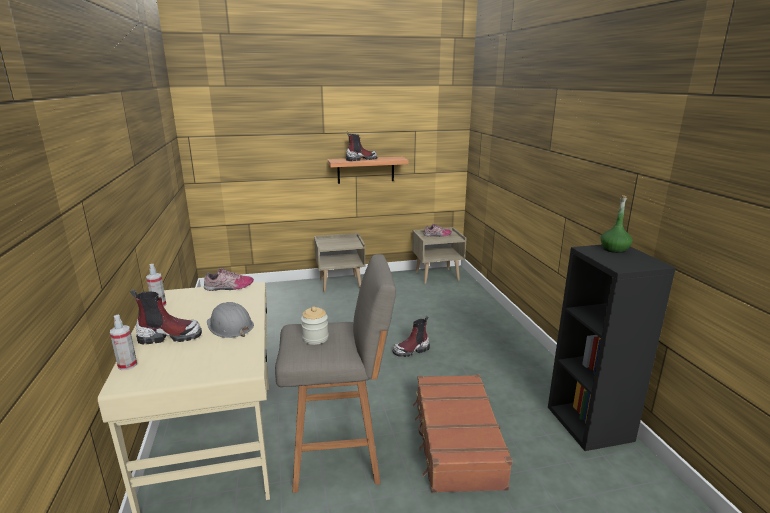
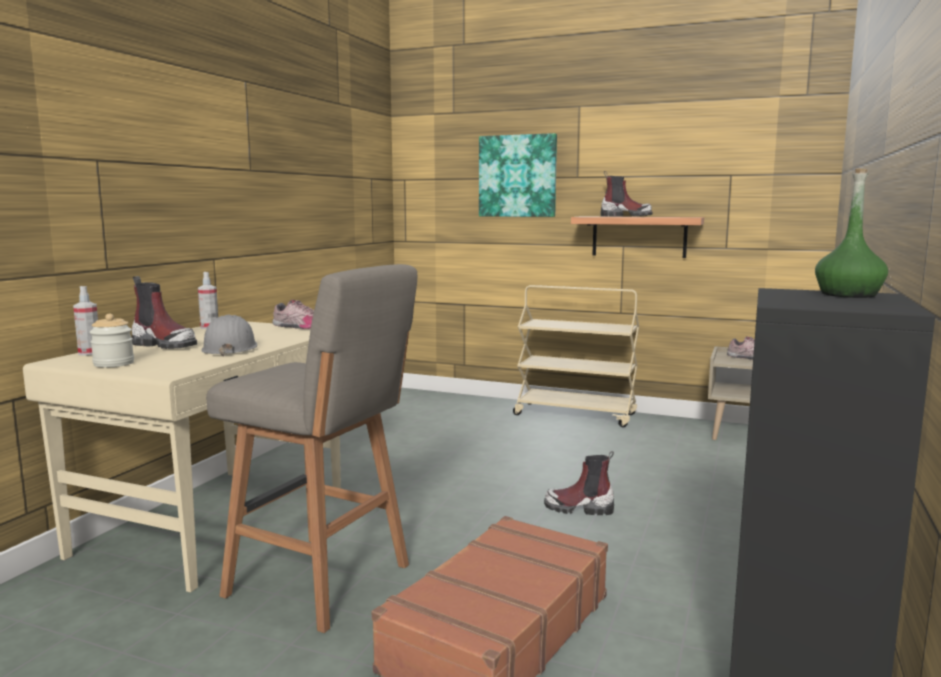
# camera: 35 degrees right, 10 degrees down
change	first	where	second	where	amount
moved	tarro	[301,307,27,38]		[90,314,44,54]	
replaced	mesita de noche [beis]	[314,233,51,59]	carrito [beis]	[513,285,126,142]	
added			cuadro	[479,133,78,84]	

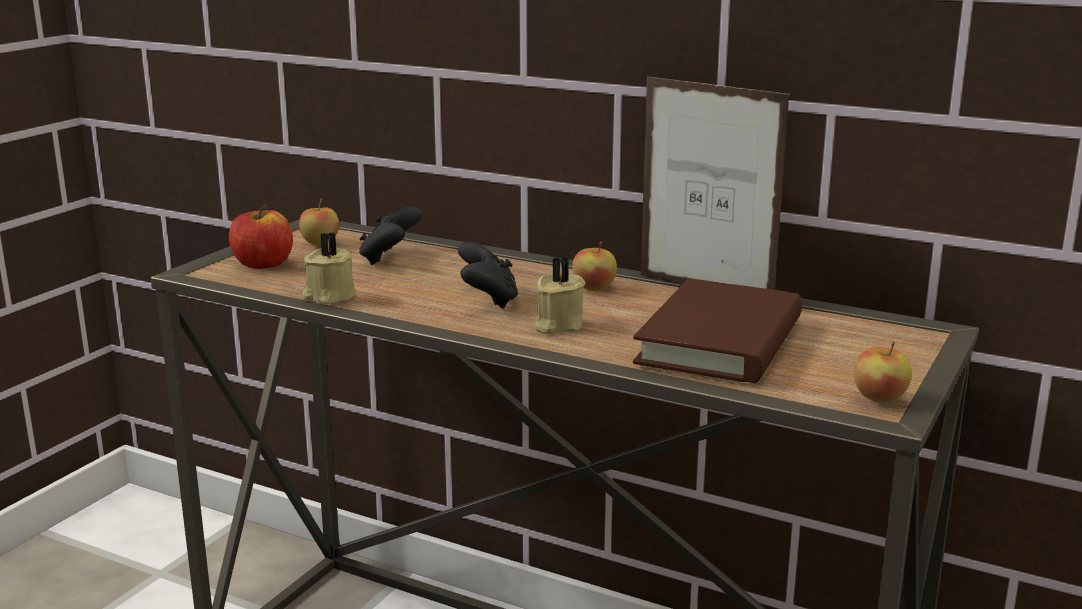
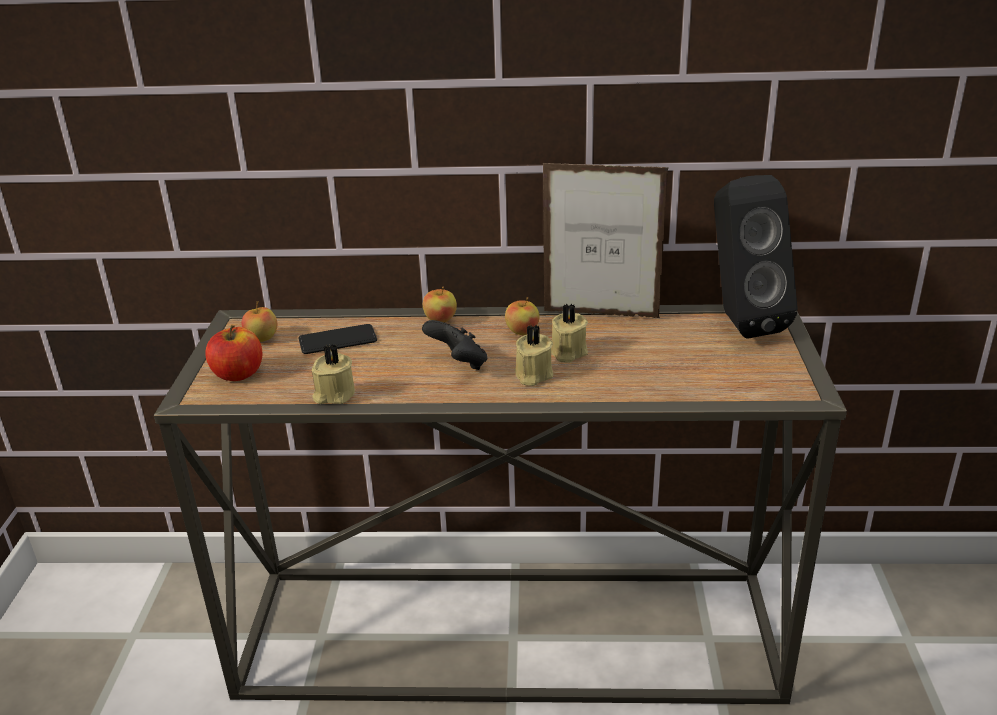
# camera: 25 degrees left, 10 degrees up
change	first	where	second	where	amount
replaced	mando de consola [negro]	[359,206,63,59]	móvil	[299,324,78,30]	
removed	libro [marrón]	[633,278,169,105]			
moved	manzana	[853,342,59,61]		[423,286,34,36]	
added			vela [beis]	[551,304,37,59]	
added			altavoz [negro]	[714,175,84,164]	

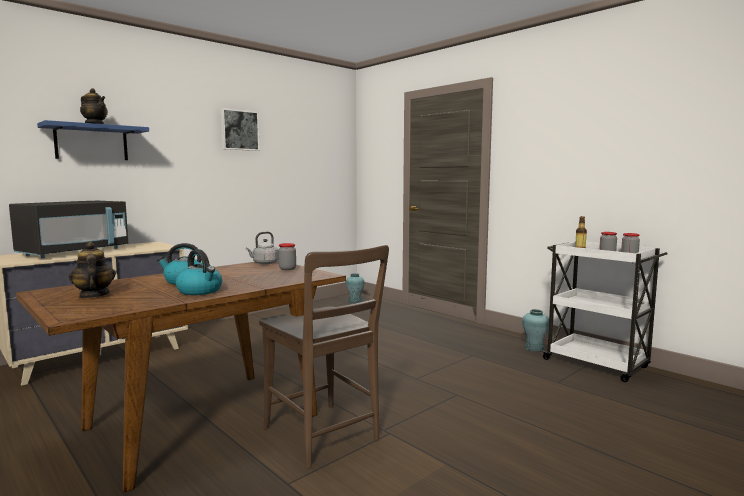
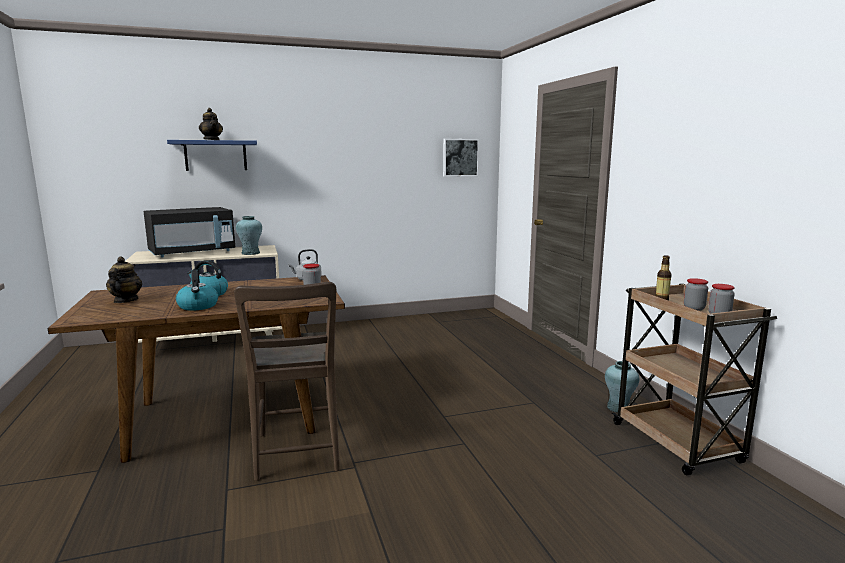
# camera: 25 degrees right, 5 degrees up
change	first	where	second	where	amount
moved	cuadro	[221,108,39,43]		[443,139,36,38]	
moved	florero [turquesa]	[345,273,19,31]		[236,216,26,39]	
recoloured	carrito [blanco]	[541,241,127,141]	carrito [marrón]	[612,283,165,192]	

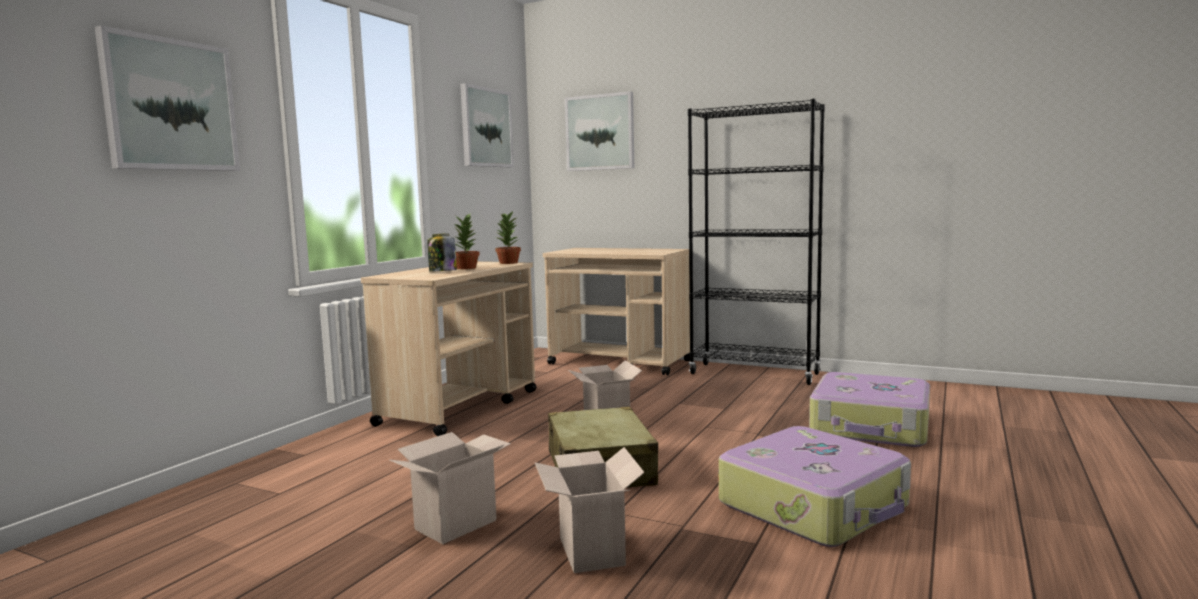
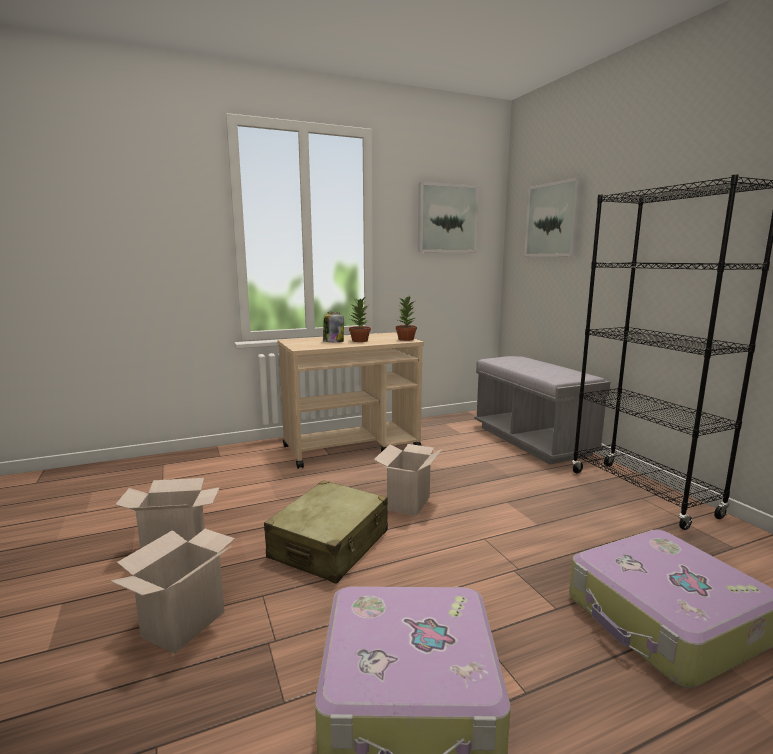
# camera: 40 degrees right, 5 degrees up
change	first	where	second	where	amount
removed	cuadro	[95,25,145,146]			
replaced	carrito [beis]	[543,248,147,127]	banco [gris]	[474,356,136,109]	

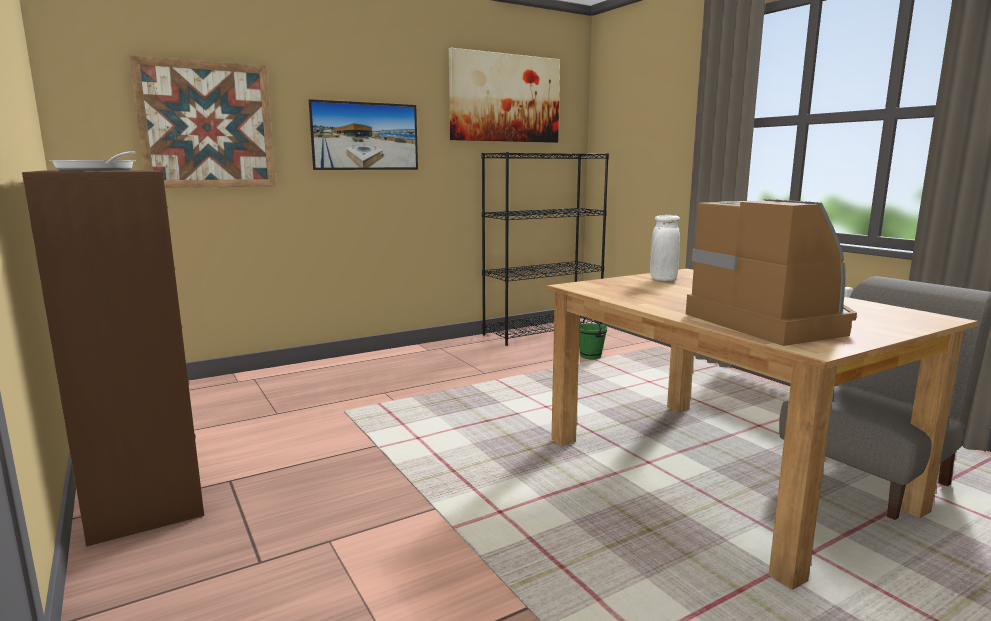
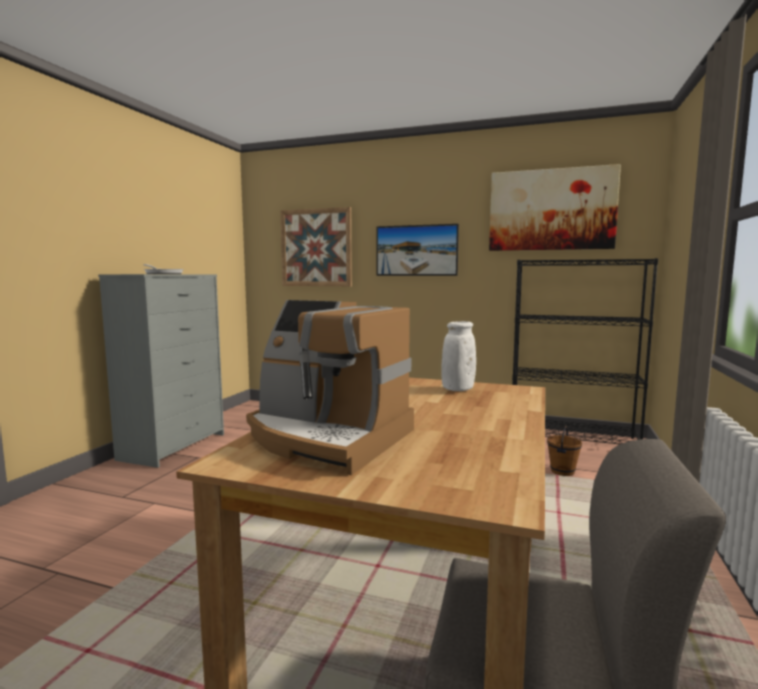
# camera: 50 degrees right, 5 degrees down
change	first	where	second	where	amount
recoloured	cómoda [marrón]	[22,170,182,377]	cómoda [gris]	[98,274,126,194]	
recoloured	cubo [verde]	[579,317,28,42]	cubo [marrón]	[547,426,35,50]	
turned	cafetera	[686,199,171,147]		[246,300,168,176]	90 degrees clockwise

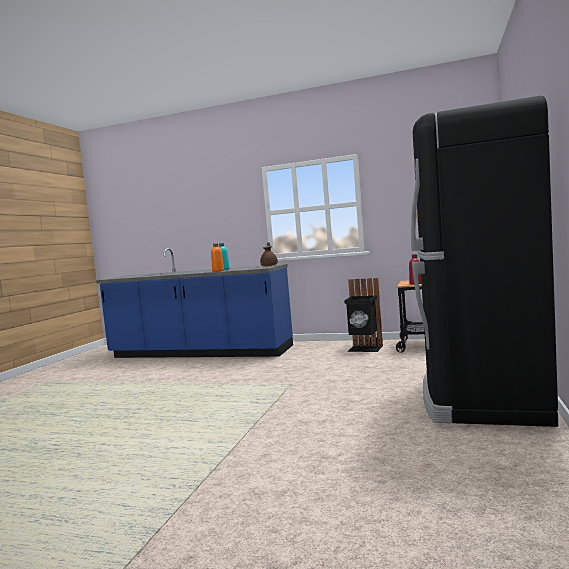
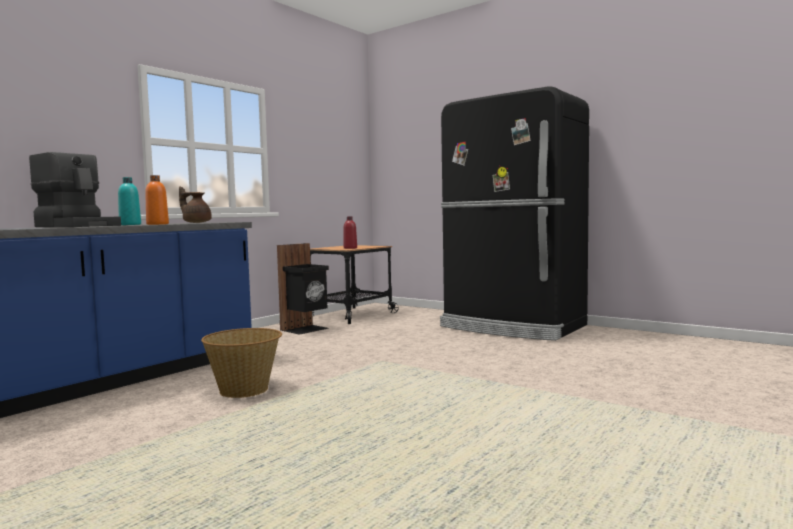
# camera: 70 degrees left, 0 degrees up
change	first	where	second	where	amount
added			cafetera	[29,152,92,75]	
added			cesta	[201,328,81,70]	

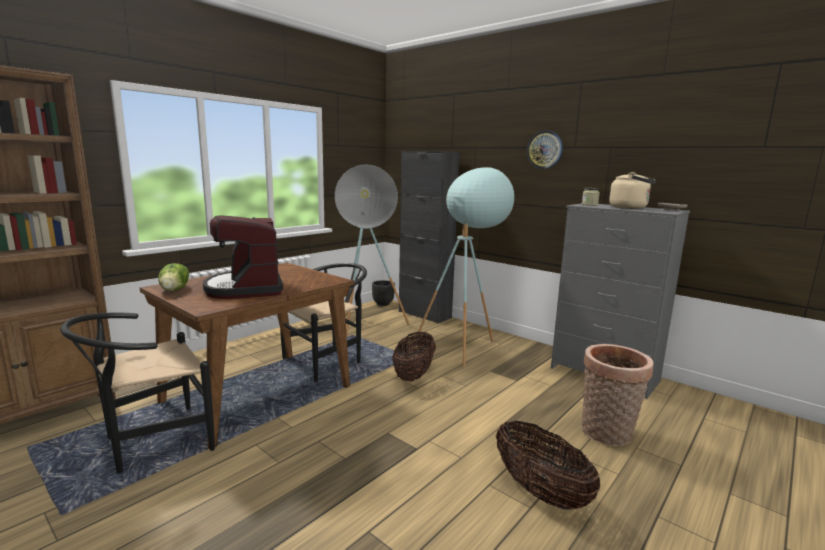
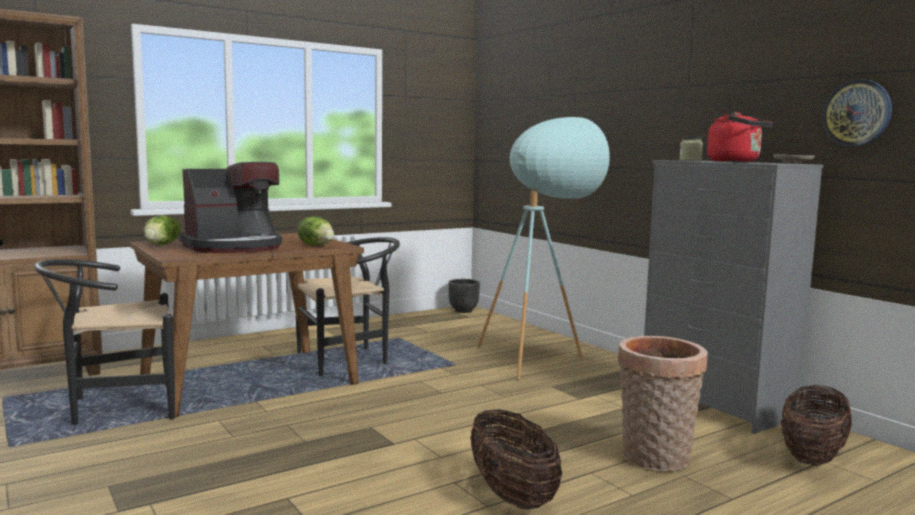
# camera: 15 degrees right, 5 degrees down
change	first	where	second	where	amount
turned	cafetera	[203,215,80,84]		[180,162,102,91]	120 degrees counterclockwise
removed	lámpara de pie [turquesa]	[335,165,75,169]			
moved	cesta	[392,332,44,50]		[781,385,71,81]	
removed	armario [negro]	[399,151,61,173]			
moved	reloj de pared	[527,130,36,39]		[822,79,70,67]	
recoloured	hervidor [beis]	[609,172,47,37]	hervidor [rojo]	[707,112,66,50]	
added			lechuga	[297,217,37,28]	

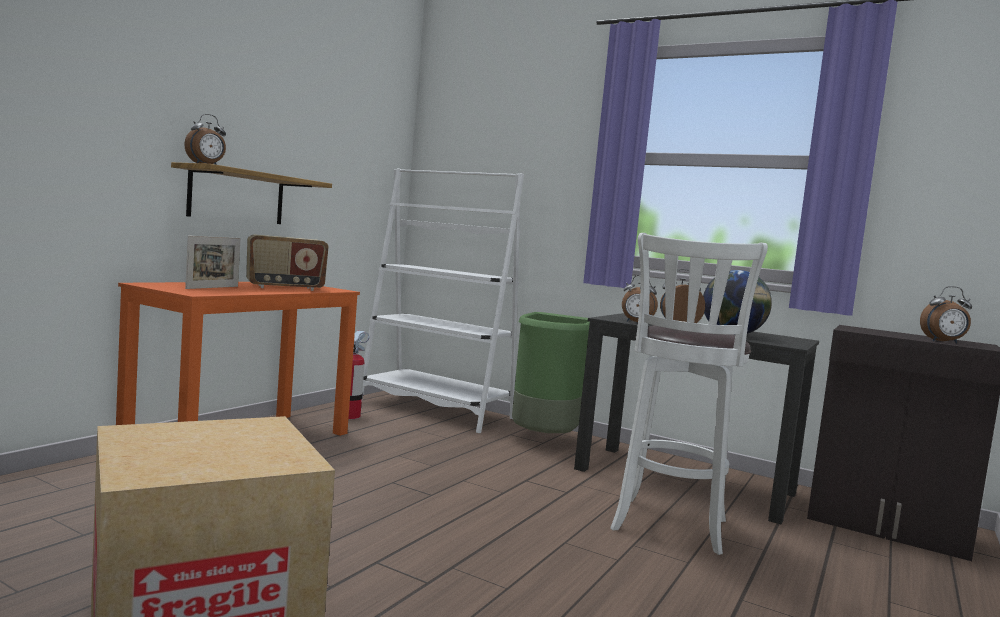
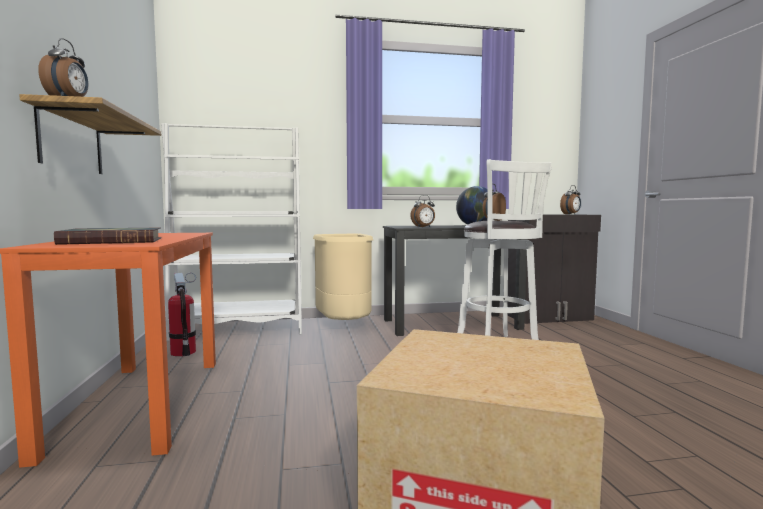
# camera: 40 degrees left, 0 degrees up
change	first	where	second	where	amount
replaced	portarretratos	[185,235,56,54]	libro	[54,227,107,18]	
removed	radio	[246,234,82,57]			
recoloured	papelera [verde]	[512,312,78,121]	papelera [beis]	[313,233,60,87]	

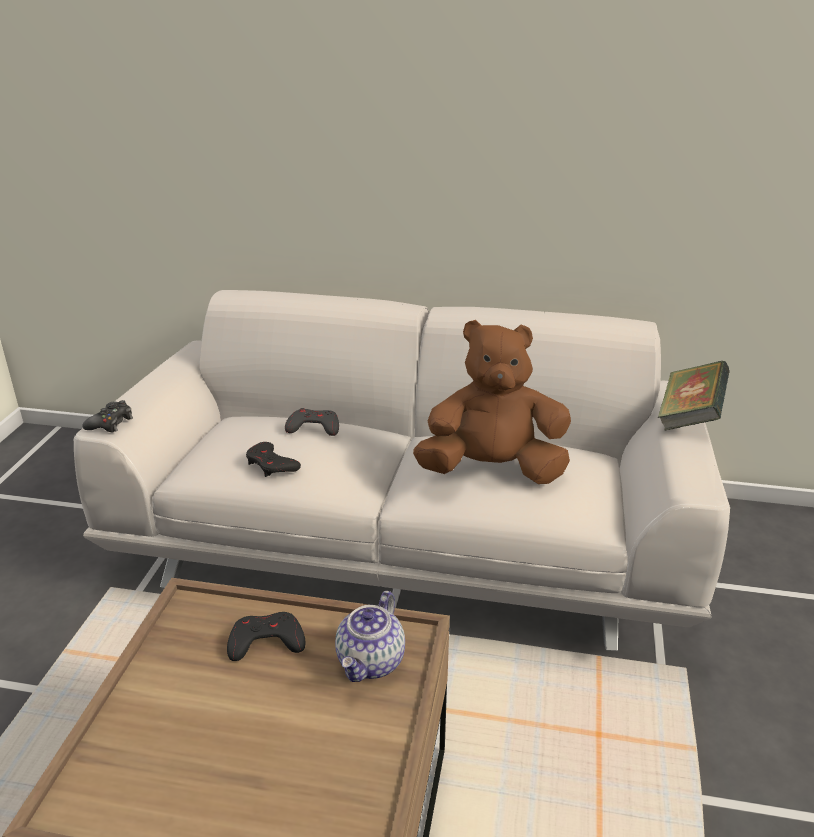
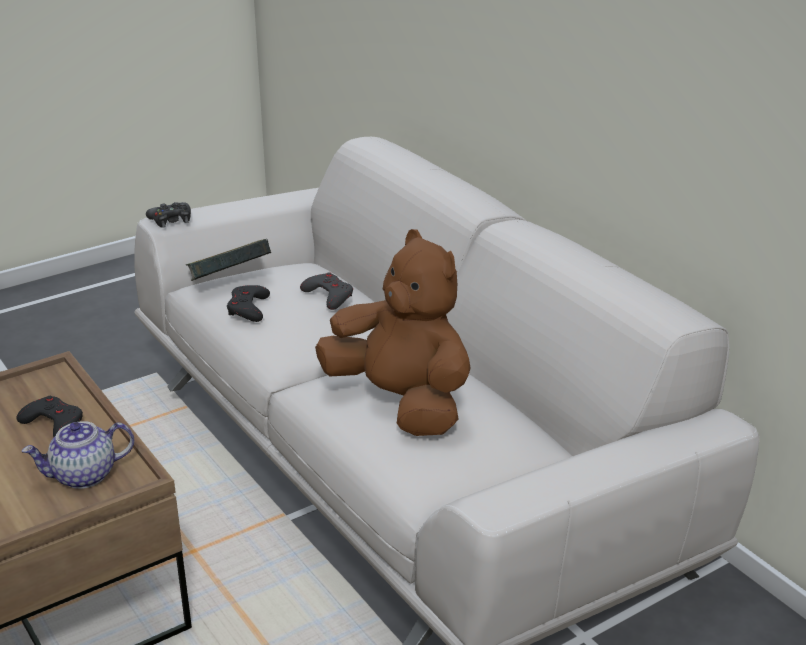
# camera: 45 degrees right, 0 degrees up
change	first	where	second	where	amount
moved	libro	[658,361,72,69]		[185,239,86,42]	

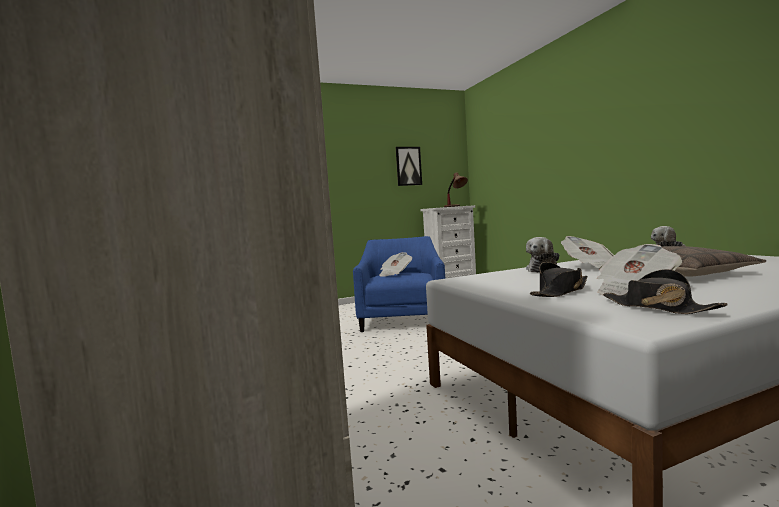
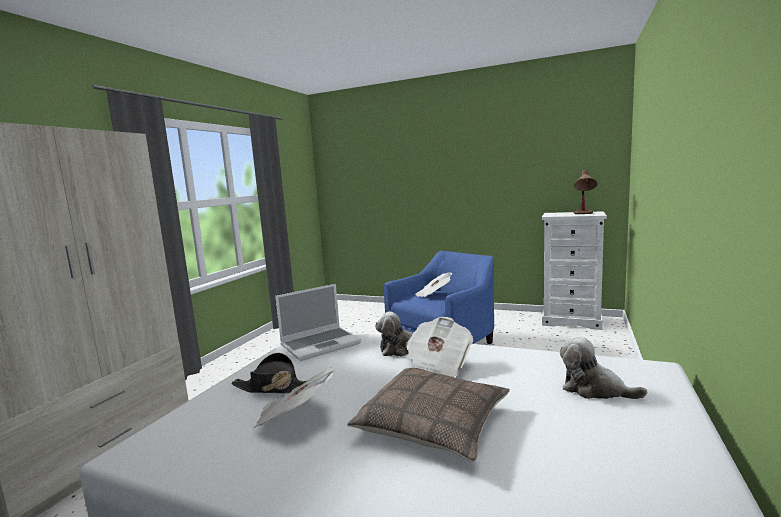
# camera: 45 degrees right, 5 degrees up
change	first	where	second	where	amount
removed	cuadro	[396,147,26,39]			
removed	sombrero [negro]	[603,269,125,45]			
added			portátil	[275,284,86,77]	

